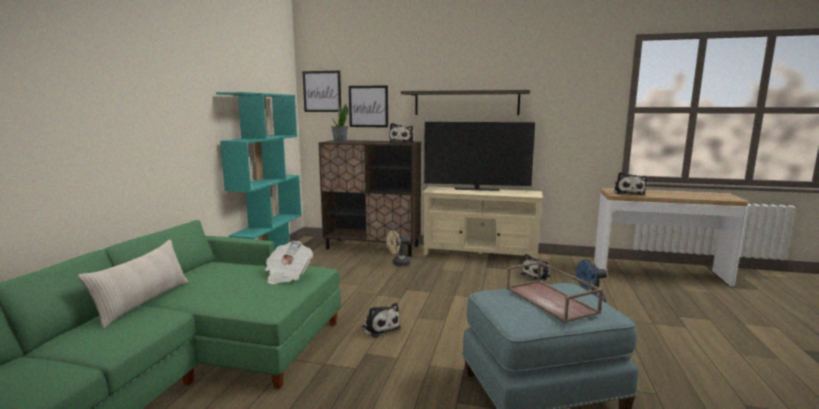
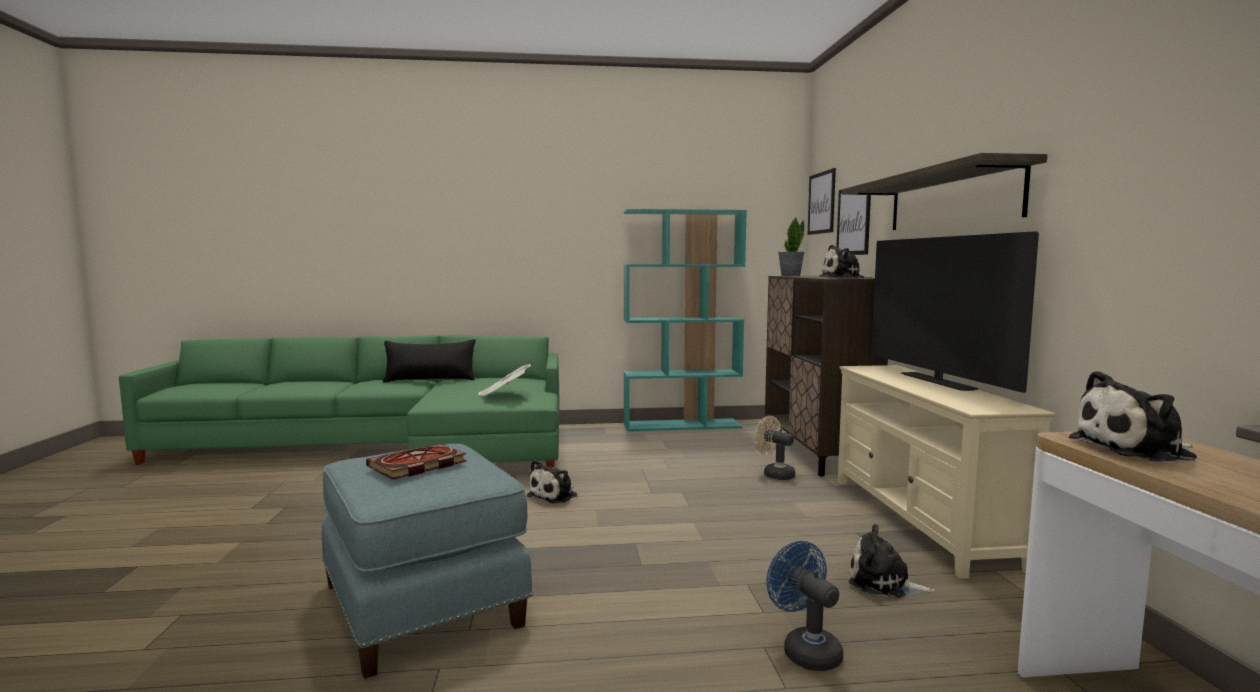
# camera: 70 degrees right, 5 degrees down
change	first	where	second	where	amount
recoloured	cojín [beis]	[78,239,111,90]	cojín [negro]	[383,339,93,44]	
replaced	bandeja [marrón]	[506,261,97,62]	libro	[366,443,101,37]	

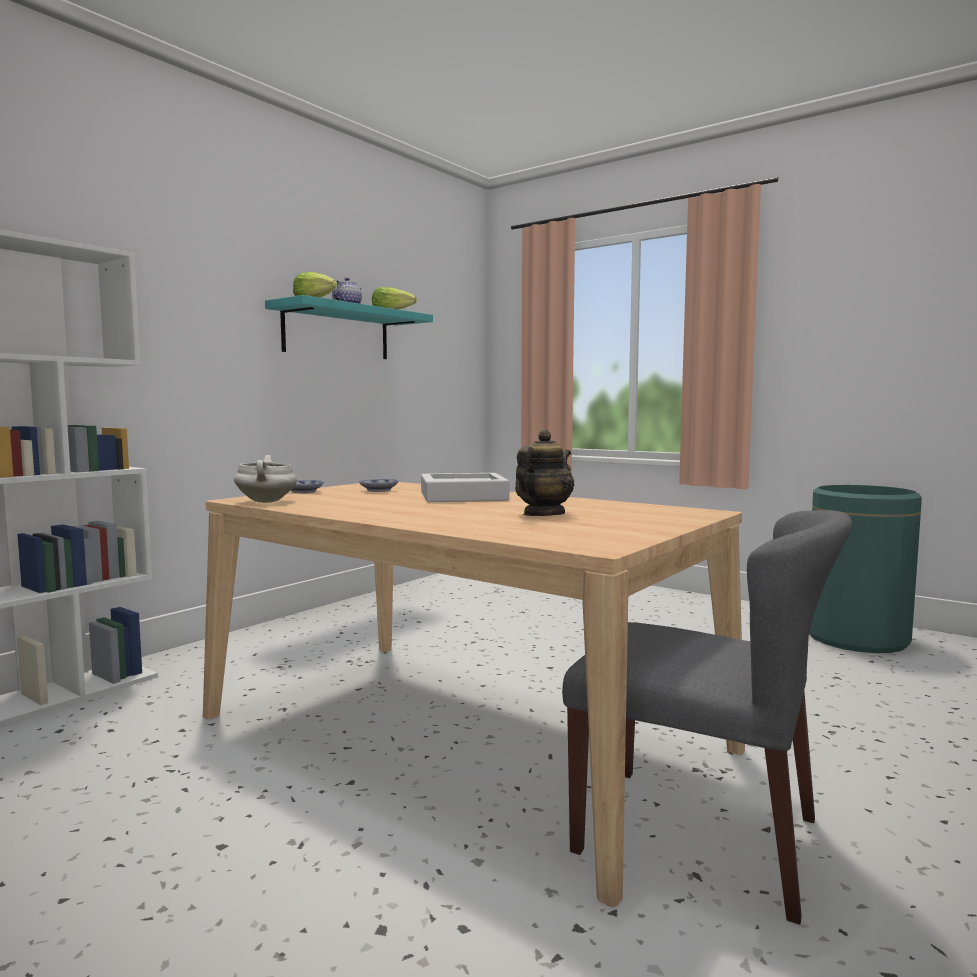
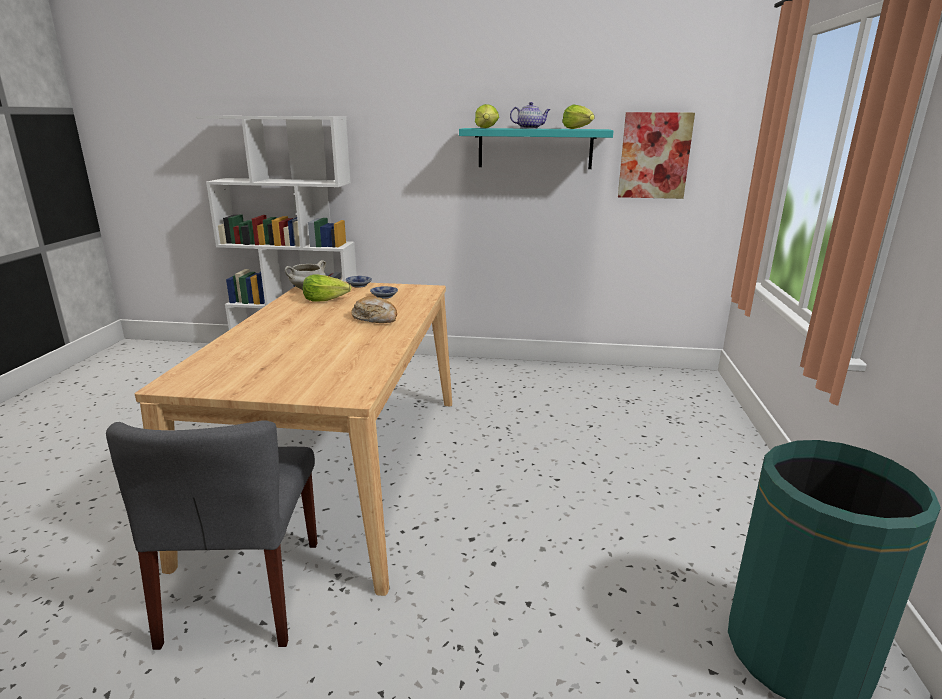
# camera: 60 degrees right, 15 degrees up
change	first	where	second	where	amount
replaced	bandeja [gris]	[421,473,89,29]	pan	[351,297,46,26]	
removed	tetera	[515,430,59,86]			
added			lechuga	[303,275,48,27]	
added			cuadro	[618,112,77,87]	

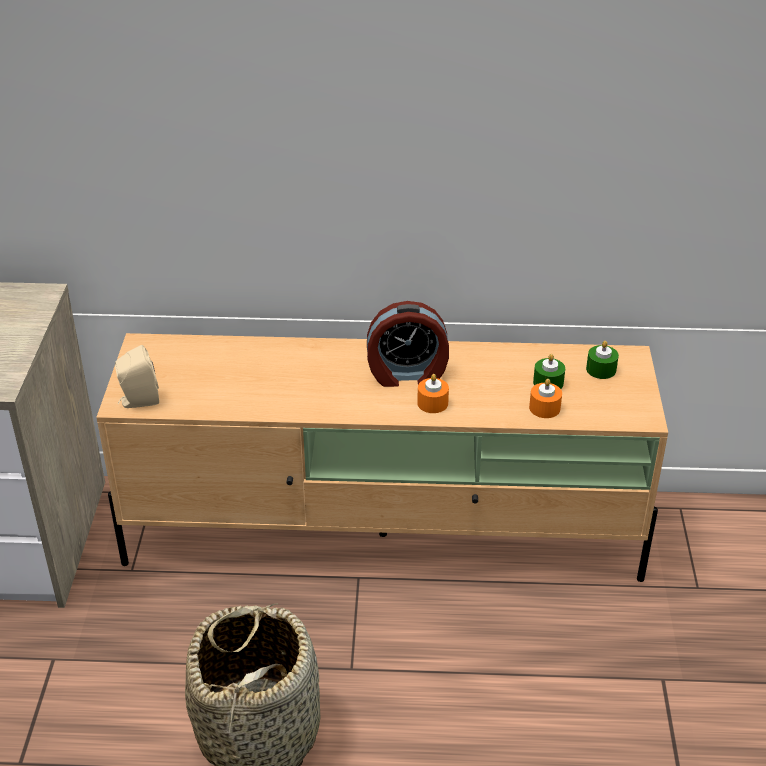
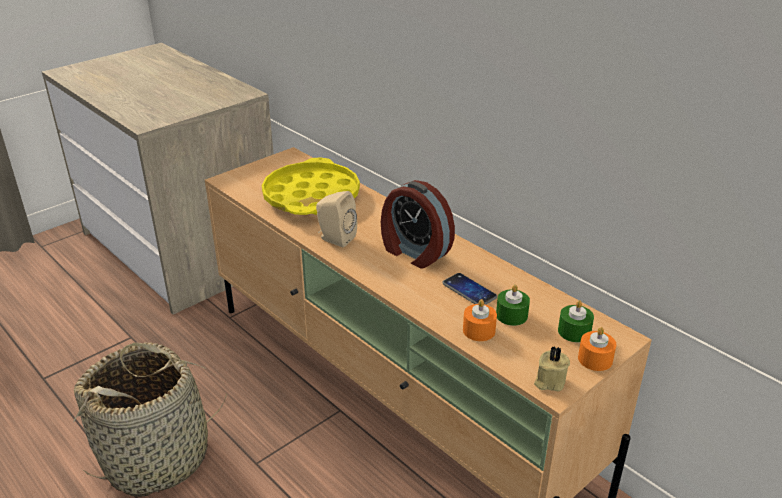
# camera: 45 degrees right, 5 degrees down
change	first	where	second	where	amount
moved	altavoz [beis]	[115,345,44,63]		[316,191,41,56]	
moved	vela [naranja]	[417,374,32,39]		[578,327,38,44]	
added			bandeja [amarillo]	[262,158,98,57]	
added			móvil	[442,273,55,32]	
added			vela [beis]	[534,346,36,46]	

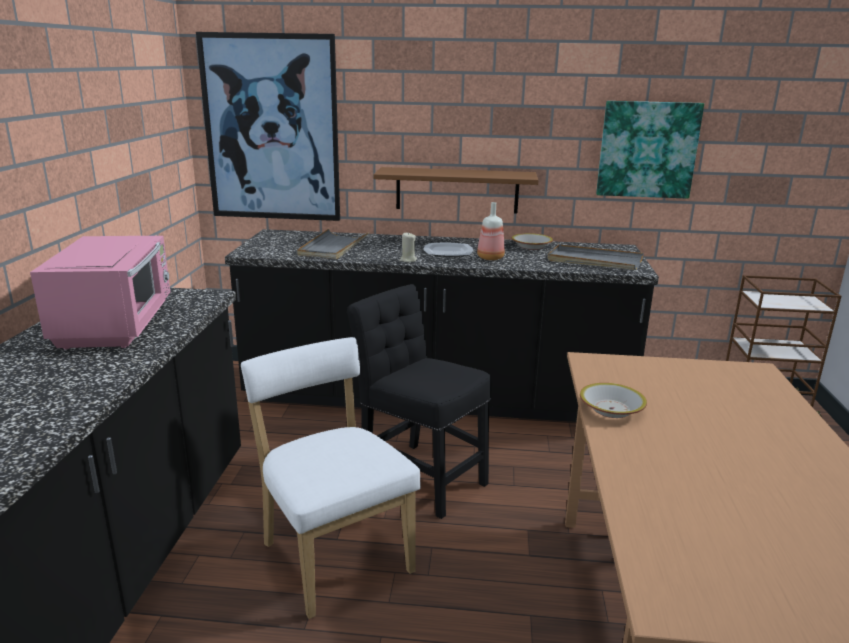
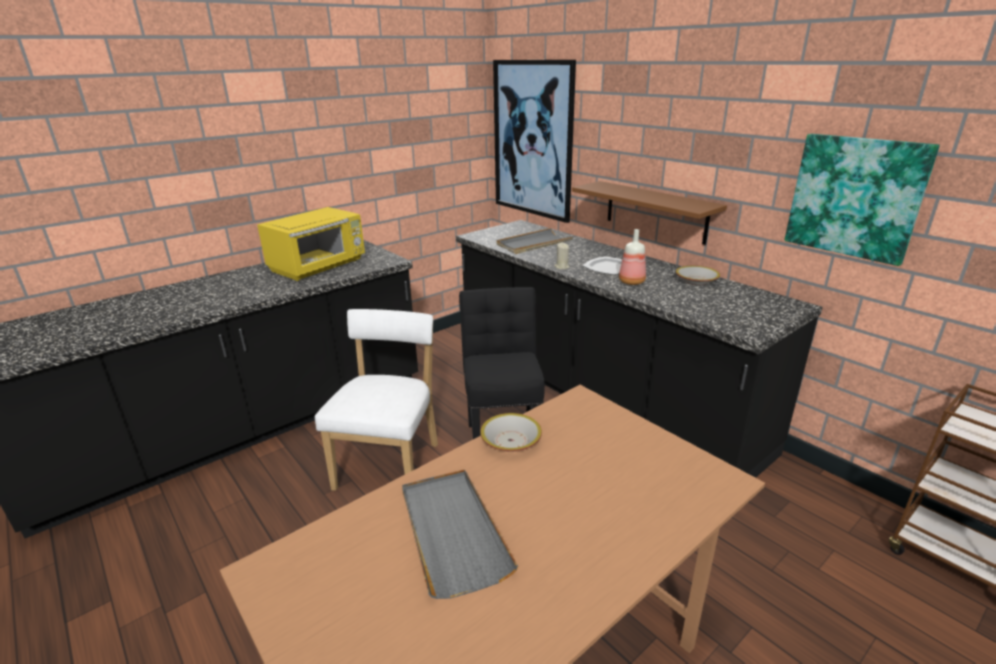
# camera: 45 degrees right, 5 degrees up
change	first	where	second	where	amount
recoloured	microondas [rosa]	[30,236,140,113]	microondas [amarillo]	[257,207,108,74]	
moved	bandeja [gris]	[548,244,96,26]		[402,469,116,130]	

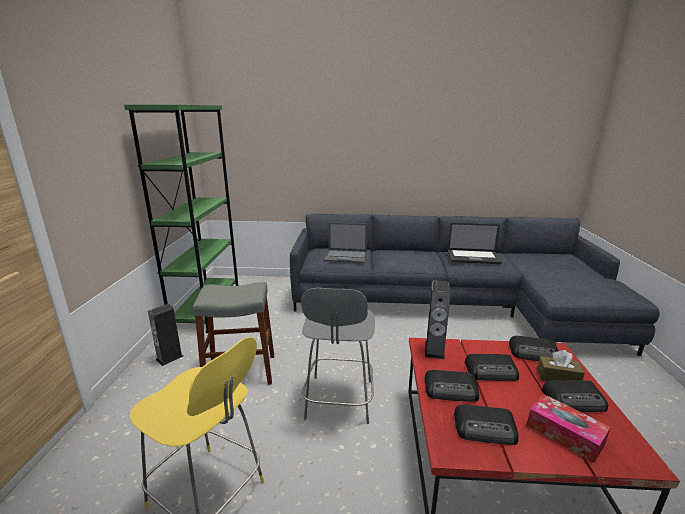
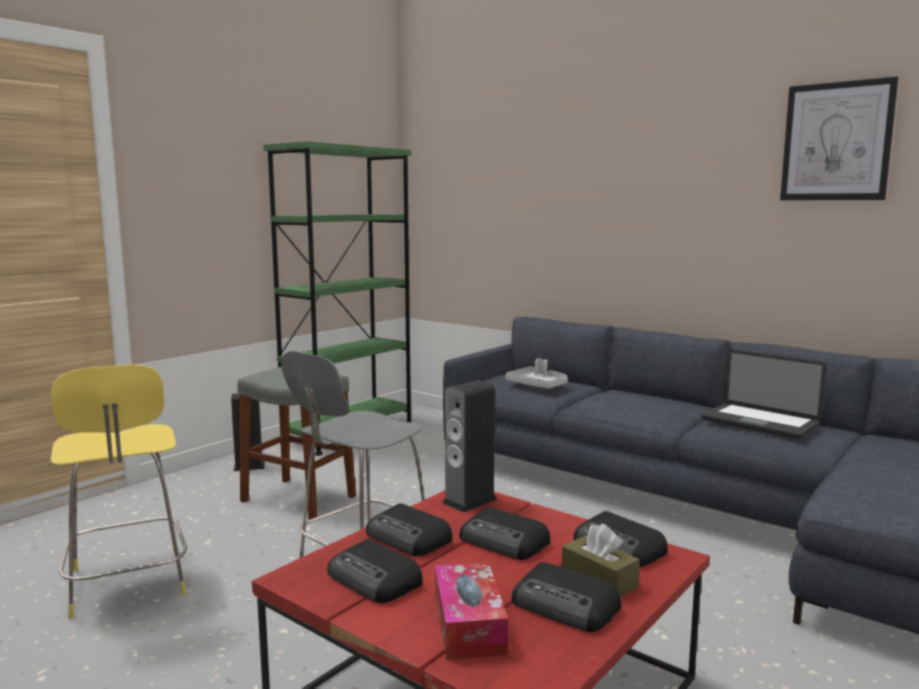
# camera: 35 degrees right, 10 degrees down
change	first	where	second	where	amount
replaced	portátil	[324,222,44,41]	bandeja [gris]	[505,359,63,30]	
added			cuadro	[780,76,118,124]	

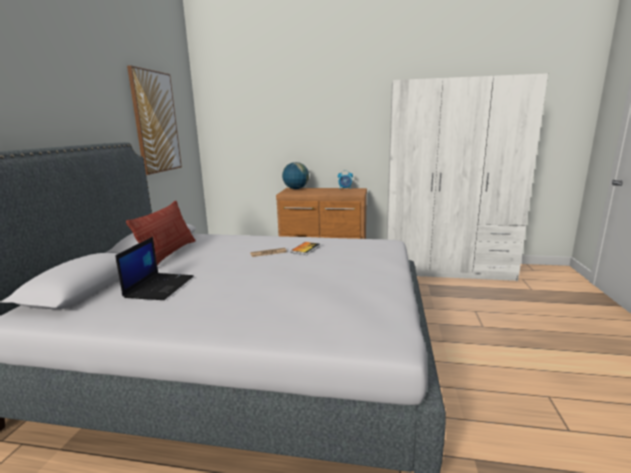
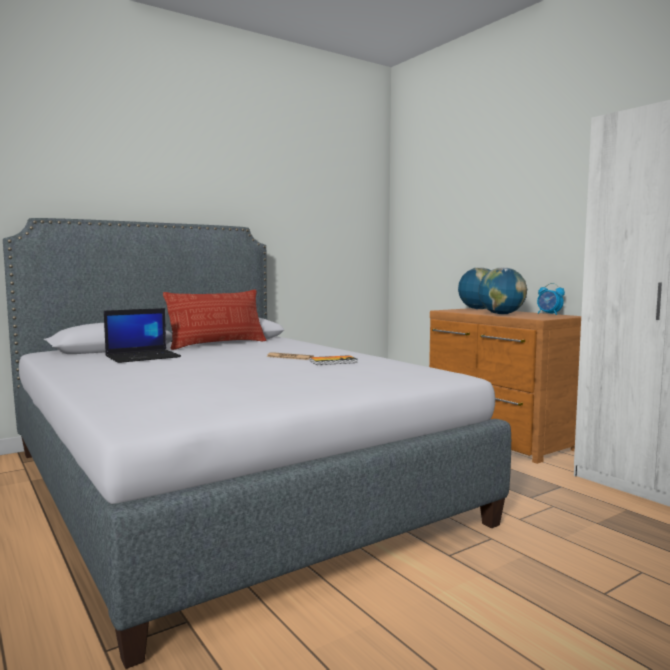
# camera: 45 degrees right, 10 degrees down
change	first	where	second	where	amount
removed	cuadro	[127,65,55,110]			
added			globo terráqueo	[478,267,49,47]	

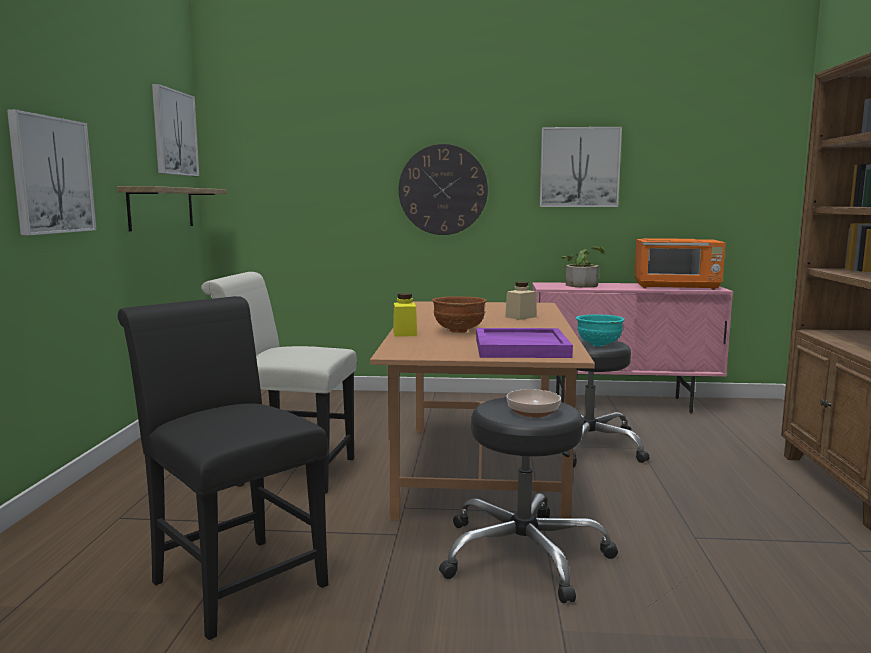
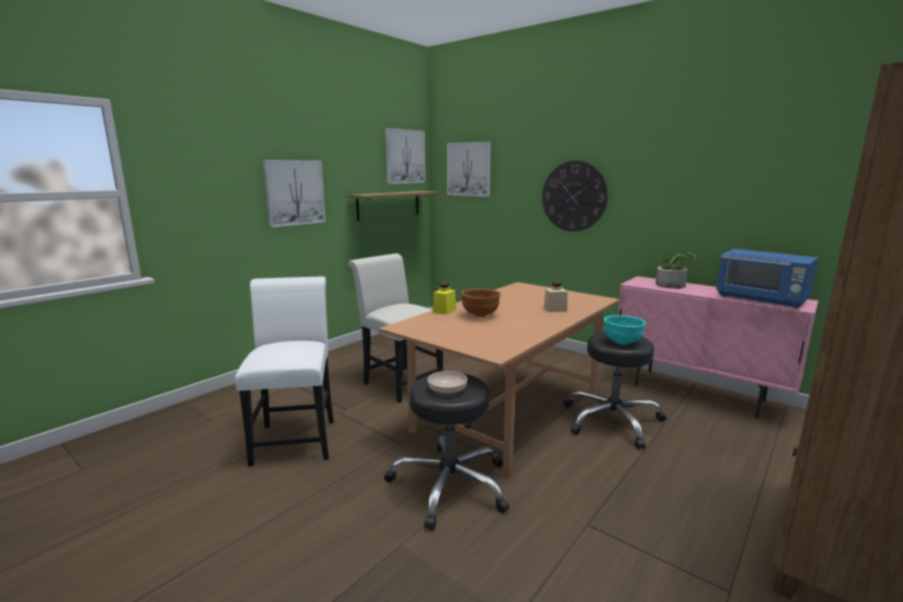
# camera: 35 degrees right, 5 degrees up
change	first	where	second	where	amount
recoloured	silla [negro]	[118,296,210,344]	silla [blanco]	[235,277,99,190]	
removed	bandeja [morado]	[476,328,97,30]			
moved	cuadro	[540,127,82,80]		[447,142,44,55]	
recoloured	microondas [naranja]	[634,238,92,52]	microondas [azul]	[716,249,103,59]	

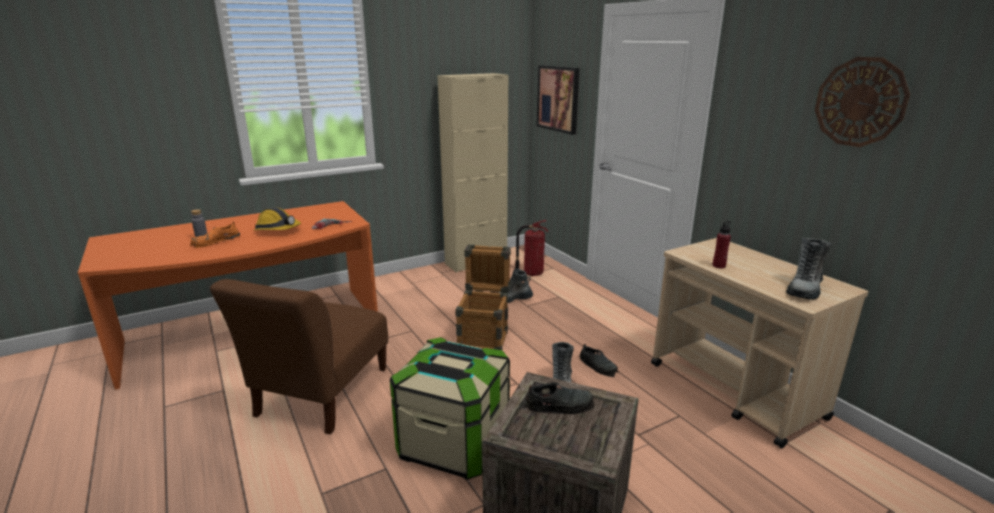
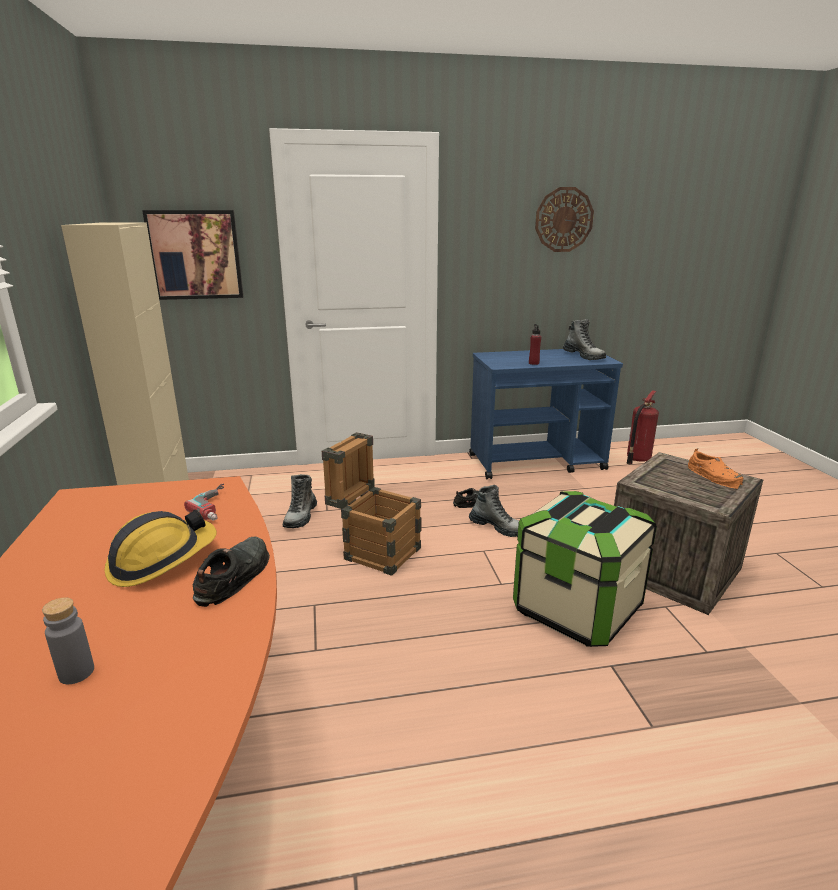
# camera: 70 degrees left, 0 degrees up
change	first	where	second	where	amount
moved	zapato [naranja]	[190,222,50,26]		[688,449,55,40]	
removed	silla [marrón]	[210,279,178,155]			
moved	extintor	[515,220,33,56]		[627,390,32,75]	
moved	zapato [negro]	[524,382,70,32]		[193,536,77,71]	
recoloured	carrito [beis]	[651,238,218,211]	carrito [azul]	[469,349,154,130]	

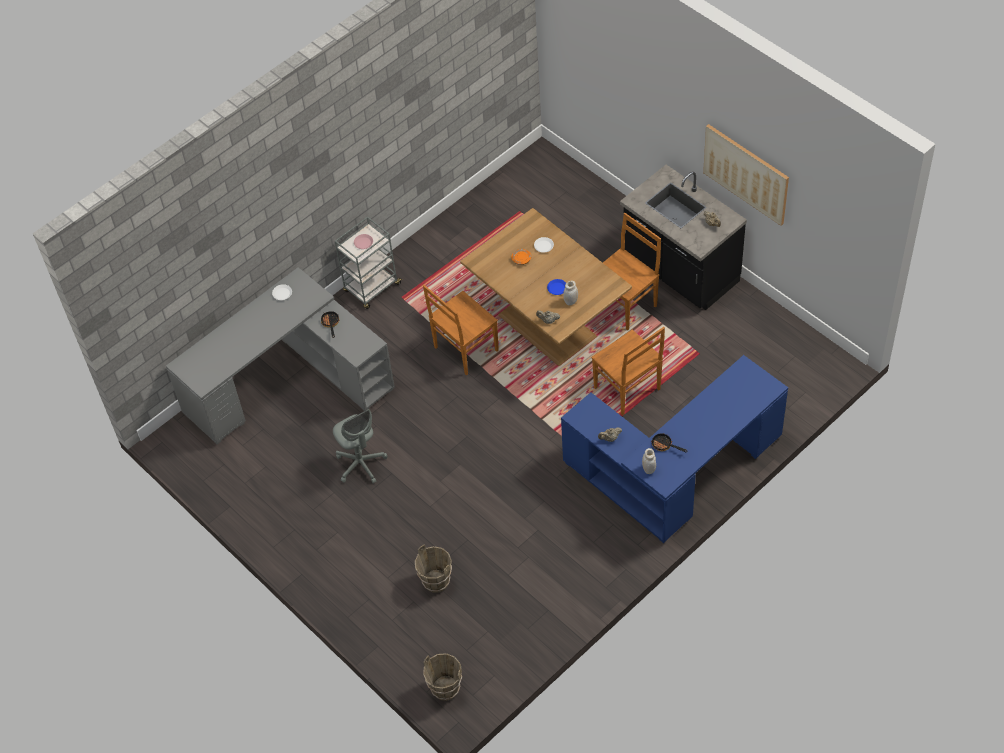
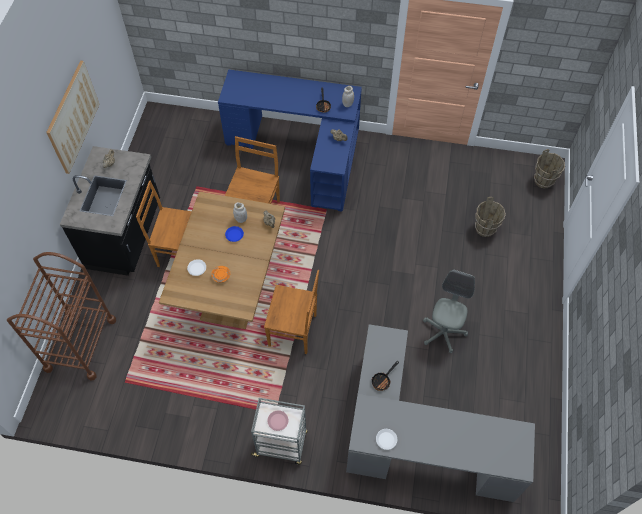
# camera: 130 degrees left, 5 degrees up
change	first	where	second	where	amount
added			carrito [marrón]	[7,252,109,129]	

